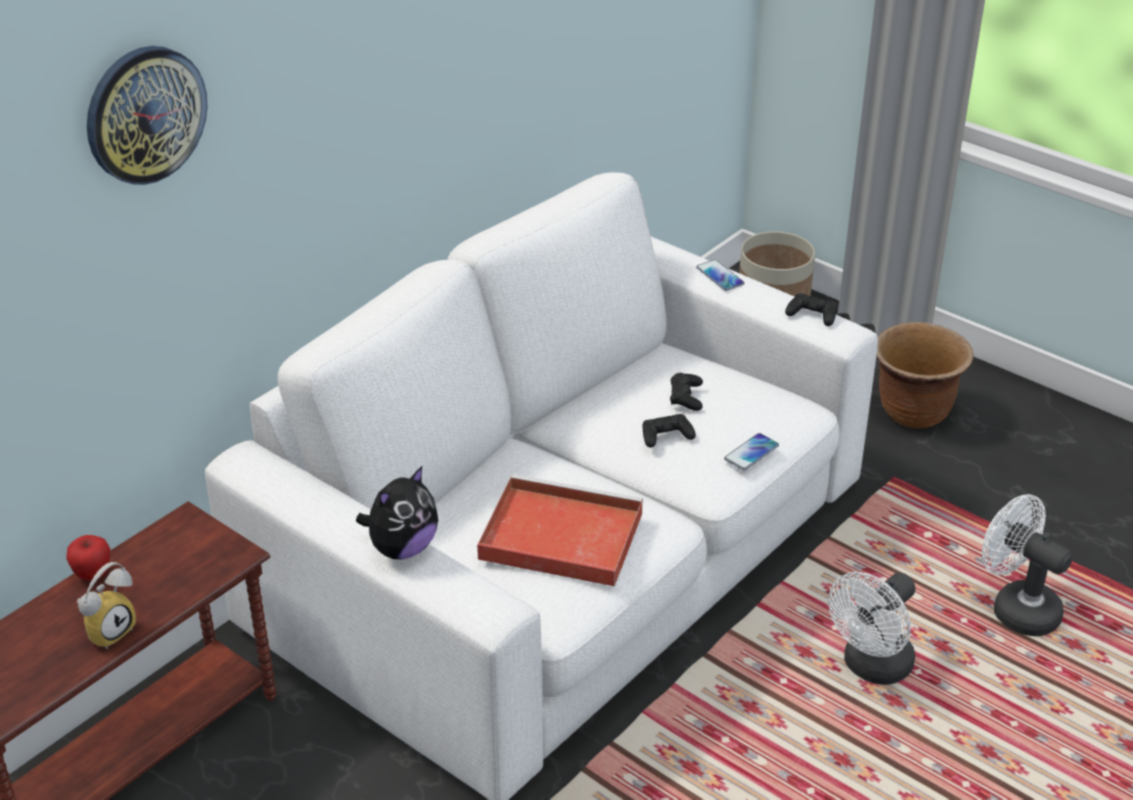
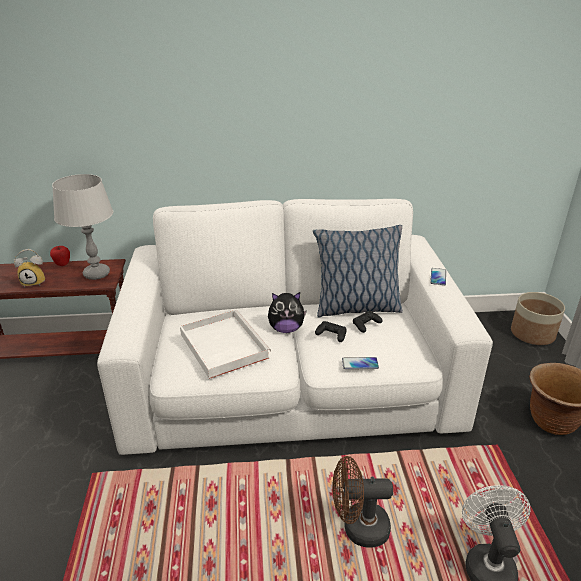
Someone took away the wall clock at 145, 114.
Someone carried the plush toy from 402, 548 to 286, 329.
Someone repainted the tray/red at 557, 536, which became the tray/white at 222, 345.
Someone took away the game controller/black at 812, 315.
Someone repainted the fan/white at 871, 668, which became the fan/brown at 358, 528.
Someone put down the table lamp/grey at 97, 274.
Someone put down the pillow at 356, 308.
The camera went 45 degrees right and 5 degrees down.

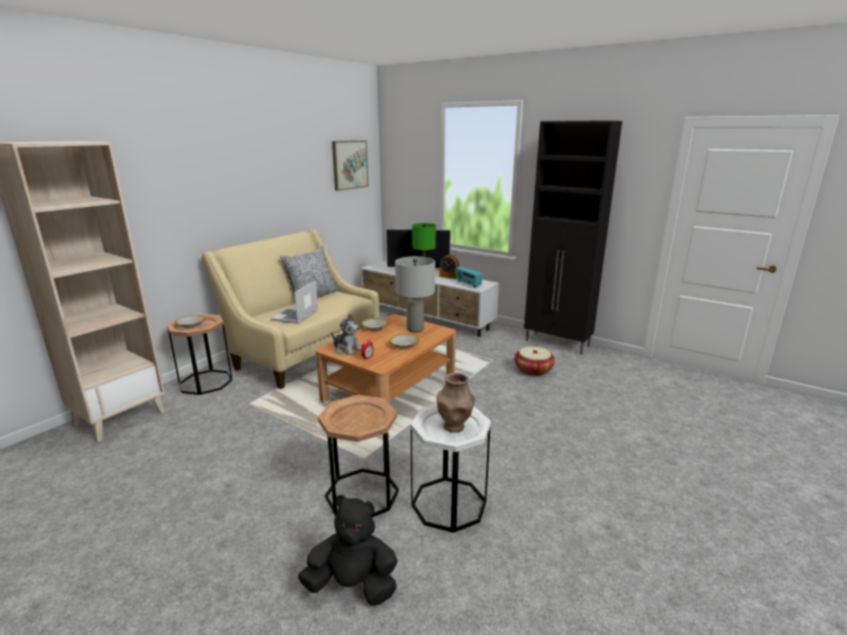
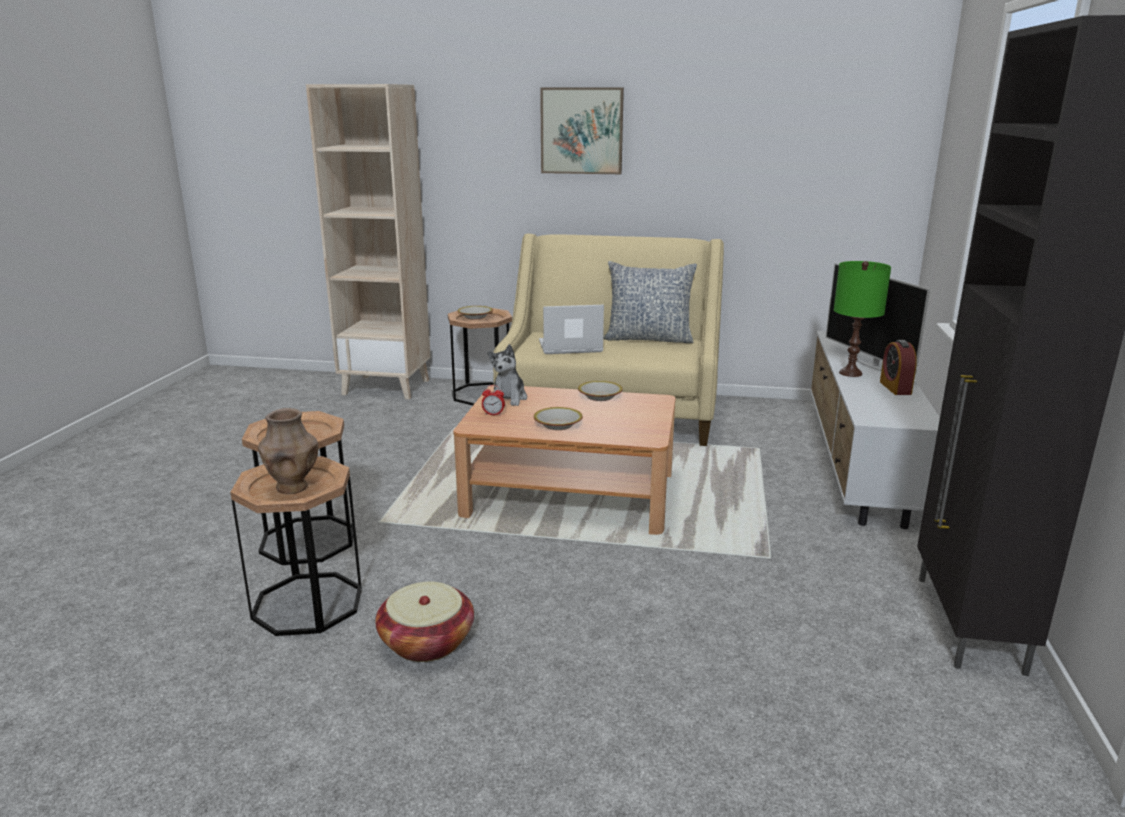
Someone took away the plush toy/black at 353, 585.
Someone carried the picture from 349, 165 to 581, 131.
Someone took away the table lamp/grey at 415, 329.
Someone repainted the side table/white at 449, 503, which became the side table/brown at 307, 603.
Someone took away the radio at 468, 284.
Someone carried the basket from 533, 370 to 427, 642.
The camera went 65 degrees right and 0 degrees up.

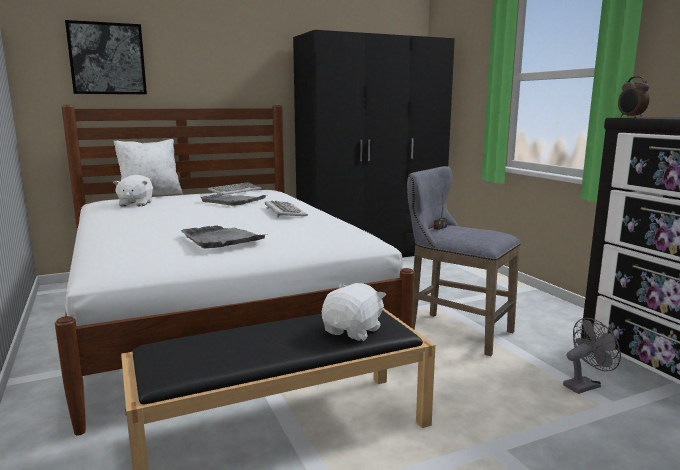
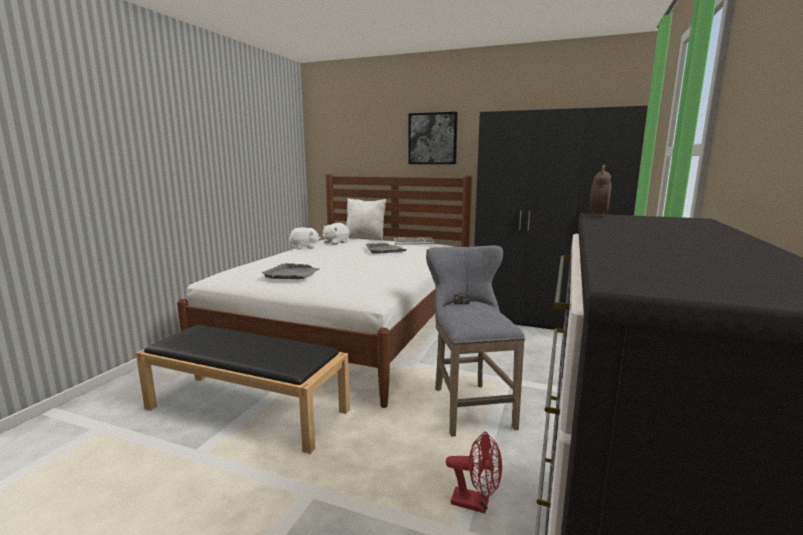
Someone carried the picture from 107, 59 to 432, 138.
Someone took away the keyboard at 284, 212.
Someone carried the plush toy/white from 353, 331 to 304, 248.
Someone repainted the fan/grey at 585, 385, which became the fan/red at 476, 503.
The camera went 45 degrees right and 0 degrees up.

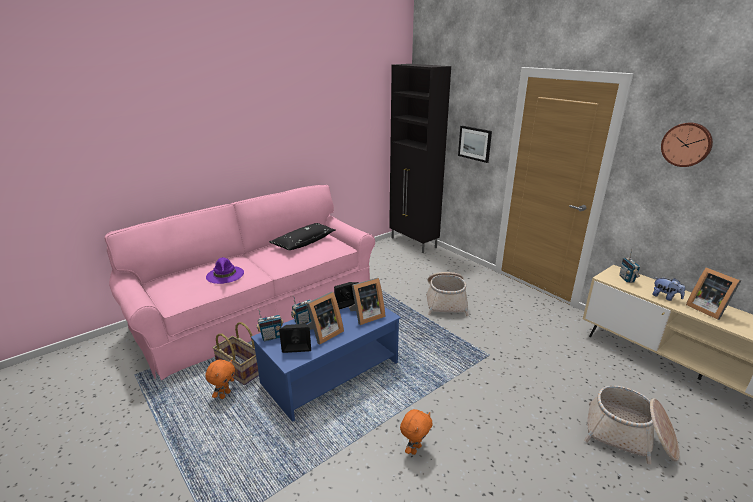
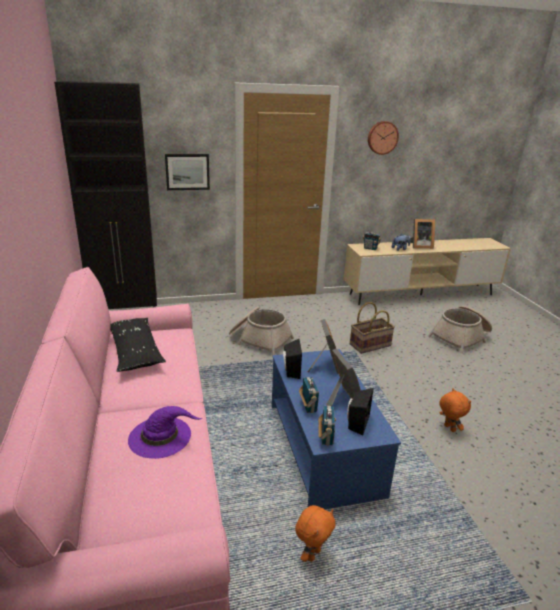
Someone rotated the plush toy/orange at 224, 394 by 75 degrees clockwise.
Someone carried the basket from 240, 370 to 370, 344.
The camera went 65 degrees left and 0 degrees up.

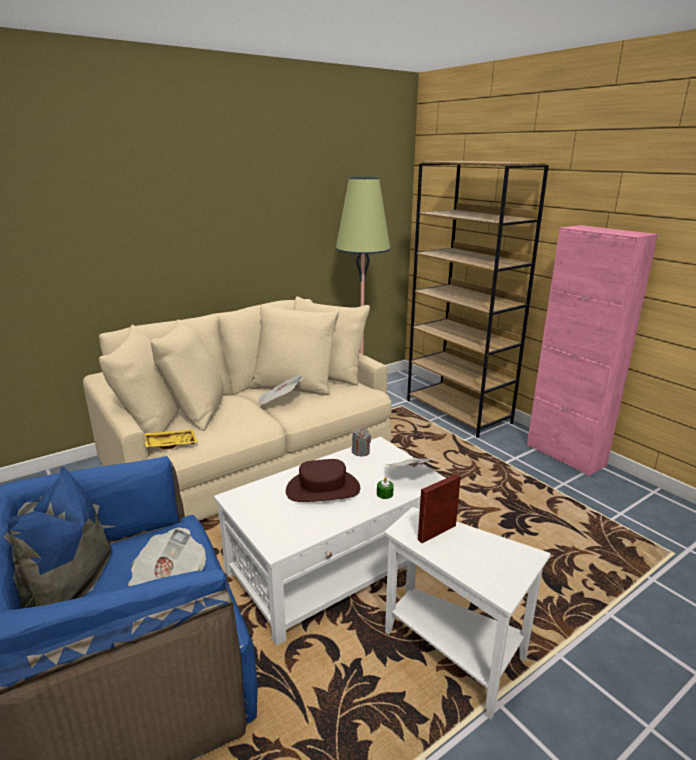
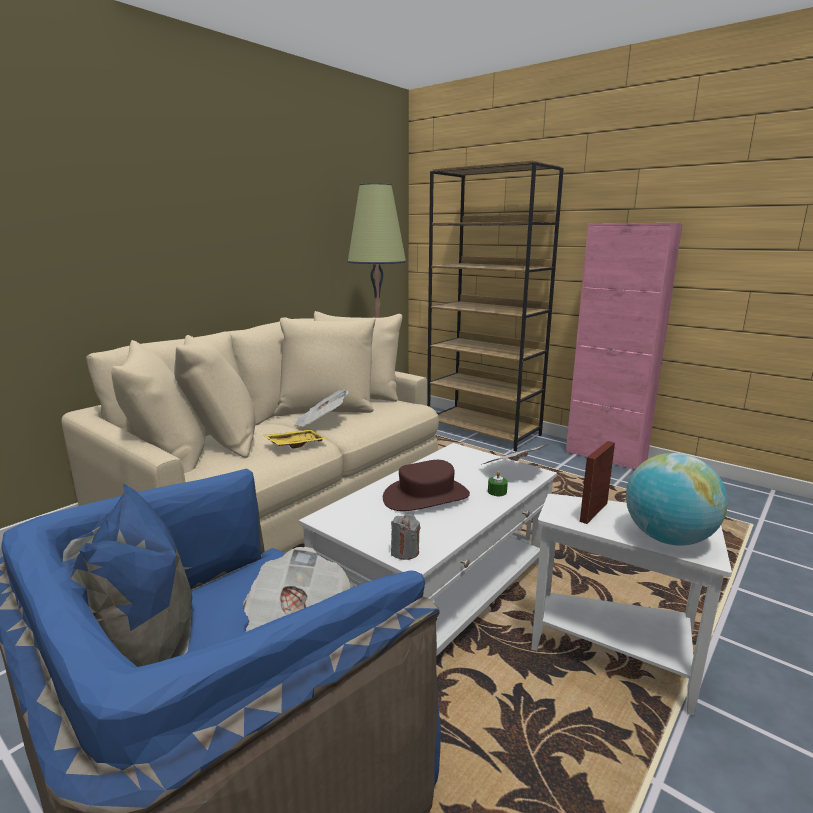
Someone carried the tray/yellow from 170, 444 to 295, 444.
Someone carried the candle/grey from 361, 452 to 405, 552.
Someone put down the globe at 668, 538.
The camera went 15 degrees left and 5 degrees down.

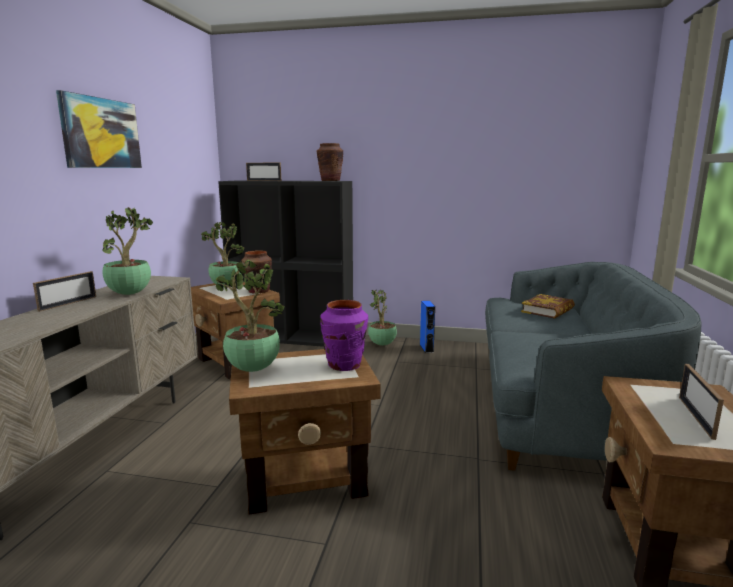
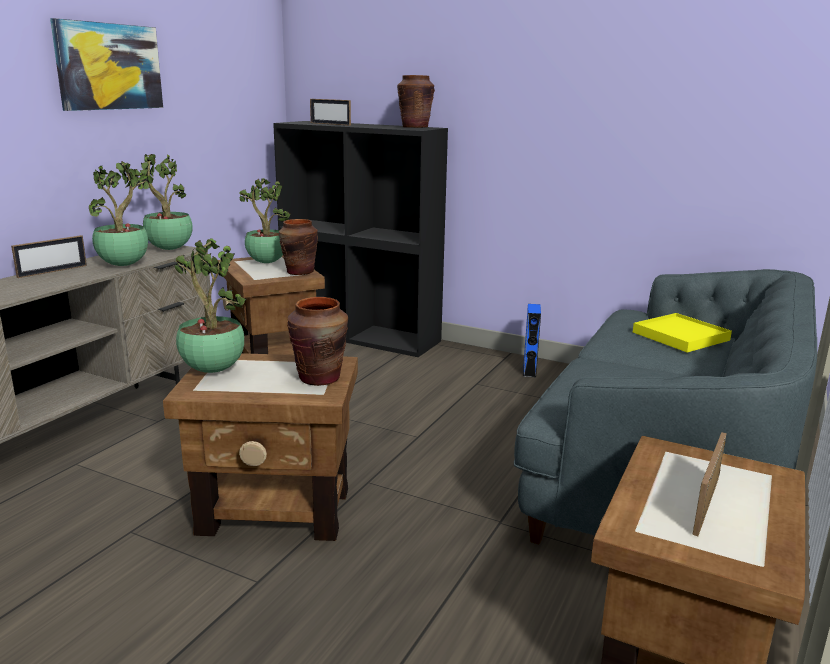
Someone repainted the vase/purple at 344, 365, which became the vase/brown at 319, 378.
Someone carried the potted plant from 382, 344 to 169, 249.
Someone swapped the book at 548, 310 for the tray/yellow at 680, 336.
The camera went 15 degrees right and 5 degrees up.

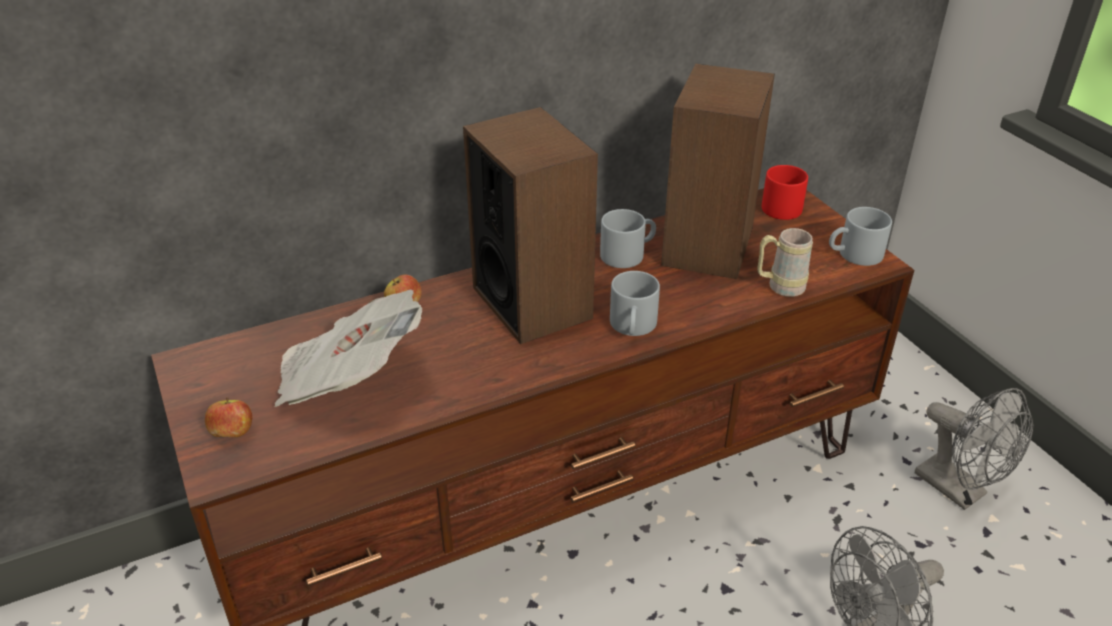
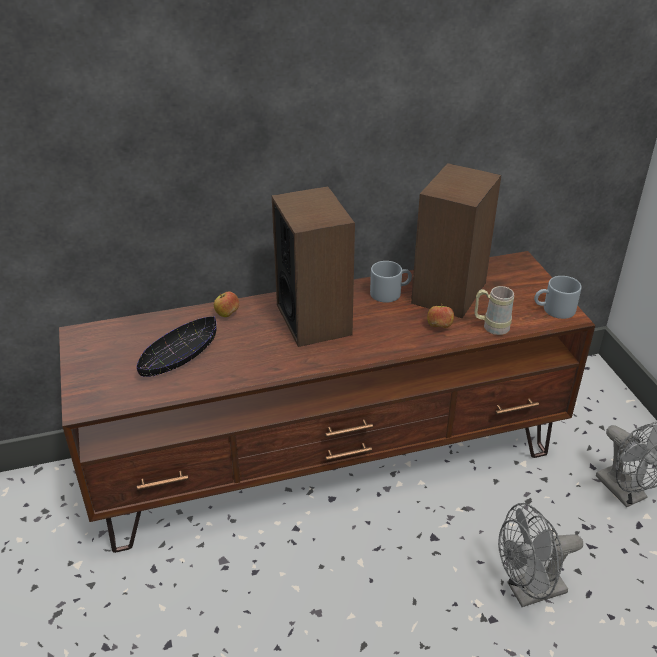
Someone carried the apple from 233, 433 to 439, 326.
Someone swapped the newspaper at 348, 379 for the bowl/black at 179, 357.
Someone took away the mug/grey at 633, 327.
Someone took away the mug/red at 780, 205.
The camera went 10 degrees right and 0 degrees up.

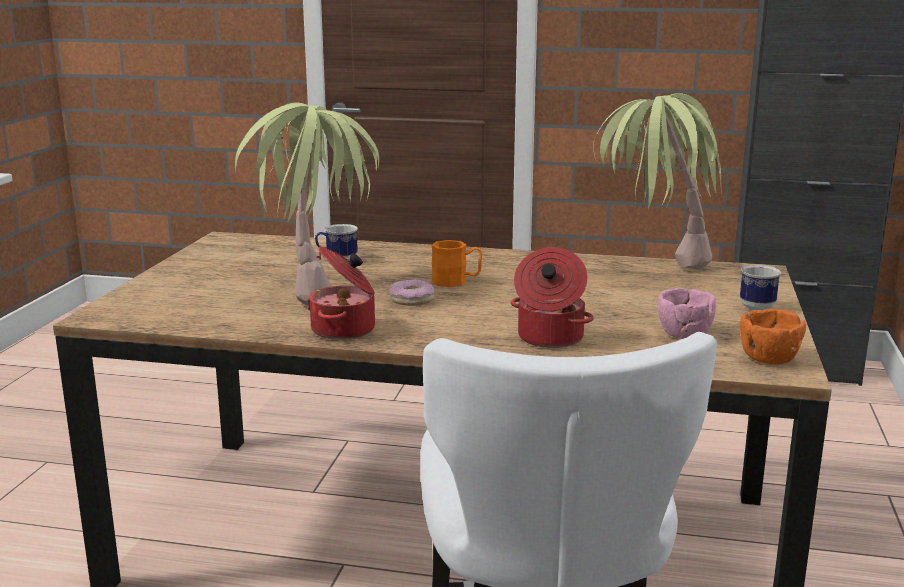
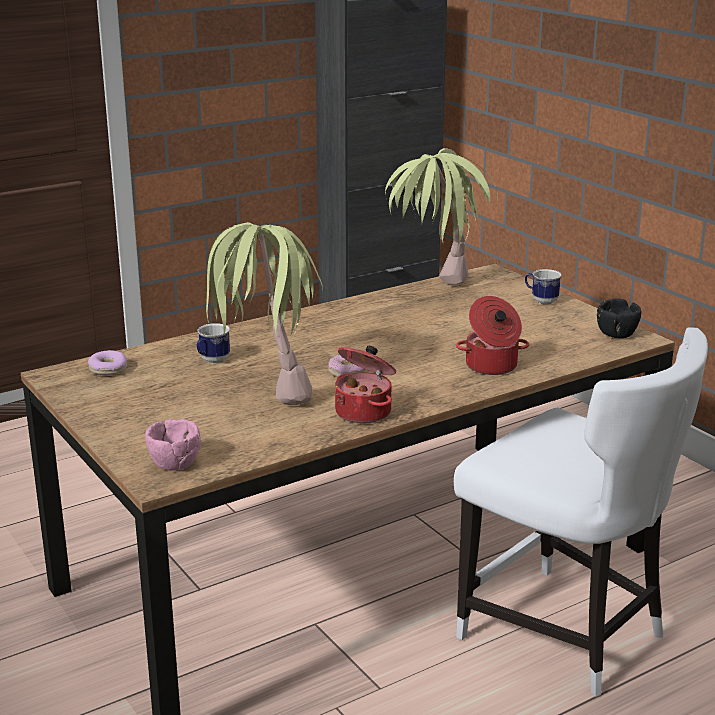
Someone took away the mug/orange at 456, 281.
Someone carried the bowl/pink from 684, 333 to 174, 463.
Someone repainted the bowl/orange at 768, 358, which became the bowl/black at 616, 334.
Someone put down the donut at 108, 369.
The camera went 45 degrees left and 5 degrees up.

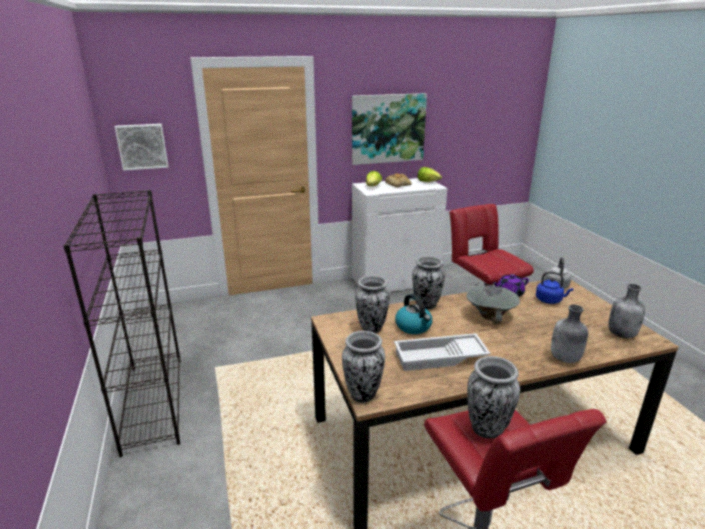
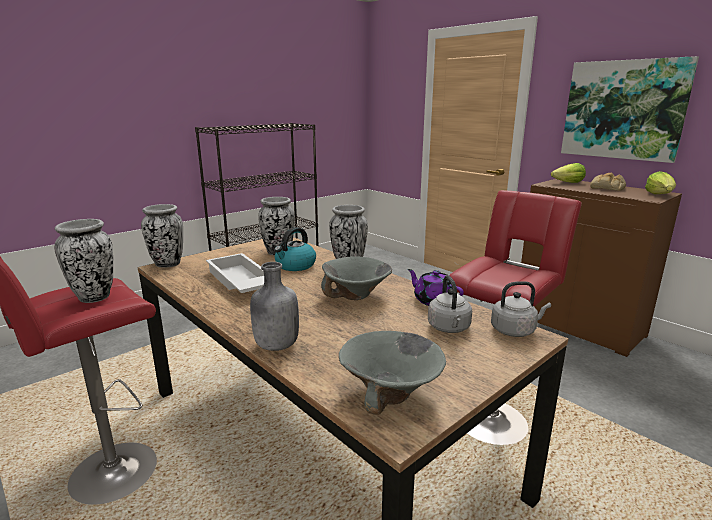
Someone took away the picture at 142, 146.
Someone repainted the cabinet/white at 395, 282, which became the cabinet/brown at 579, 326.
Someone repainted the kettle/blue at 550, 300, which became the kettle/grey at 449, 328.
Someone swapped the bottle/grey at 622, 334 for the bowl/grey at 391, 393.
The camera went 65 degrees right and 5 degrees down.

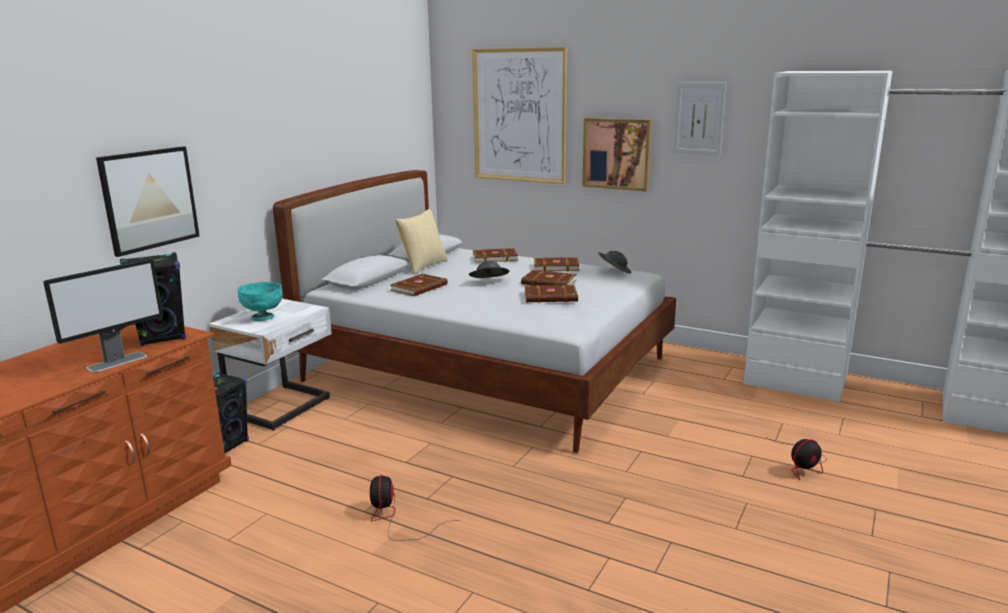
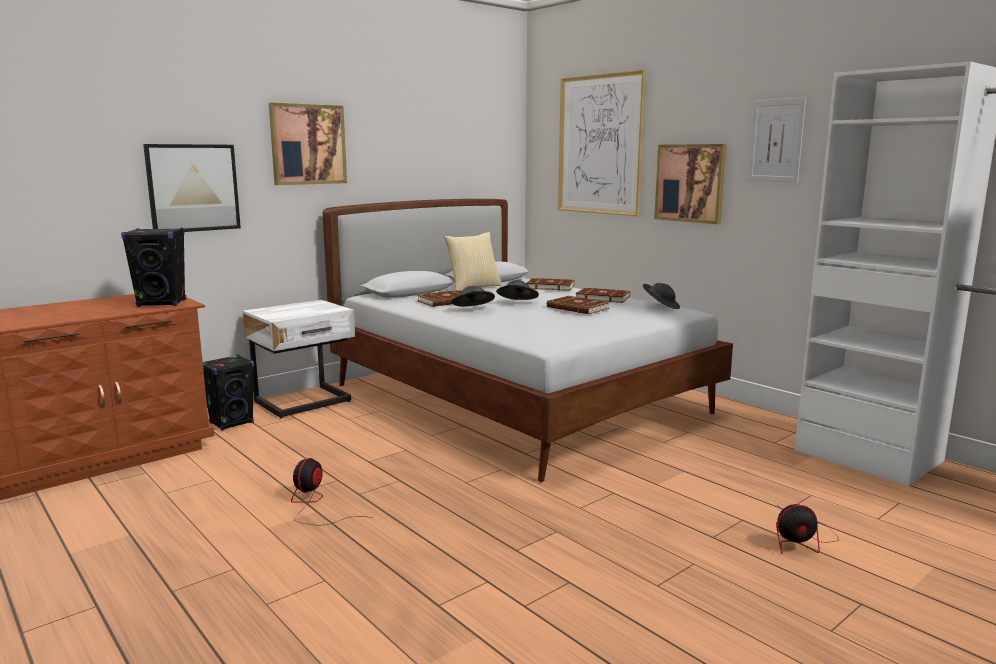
Someone took away the monitor at 118, 362.
Someone took away the bowl/turquoise at 263, 318.
Someone took away the book/brown at 551, 297.
Someone put up the picture at 308, 144.
Someone put down the hat/grey at 472, 309.
The camera went 20 degrees right and 5 degrees down.

